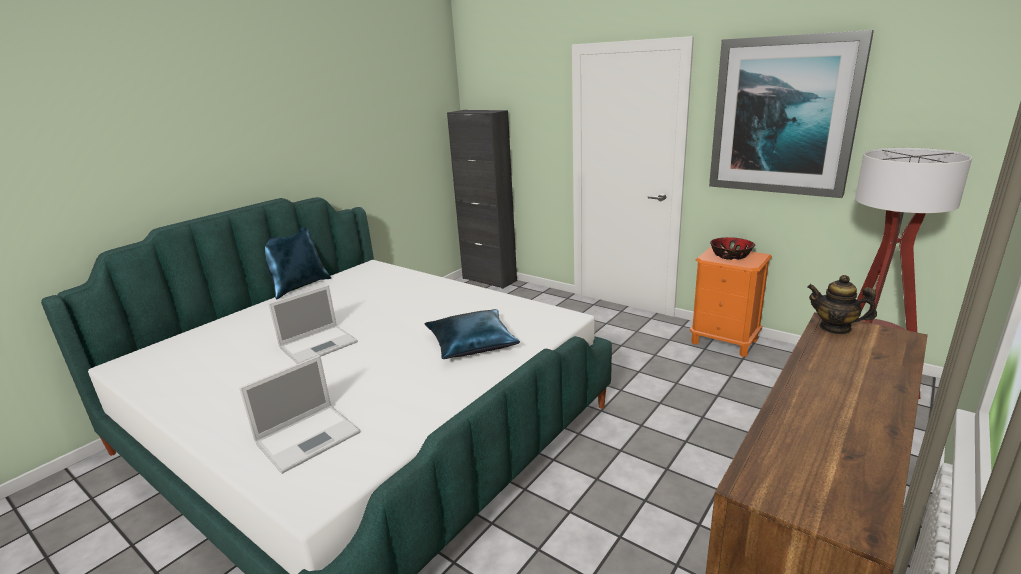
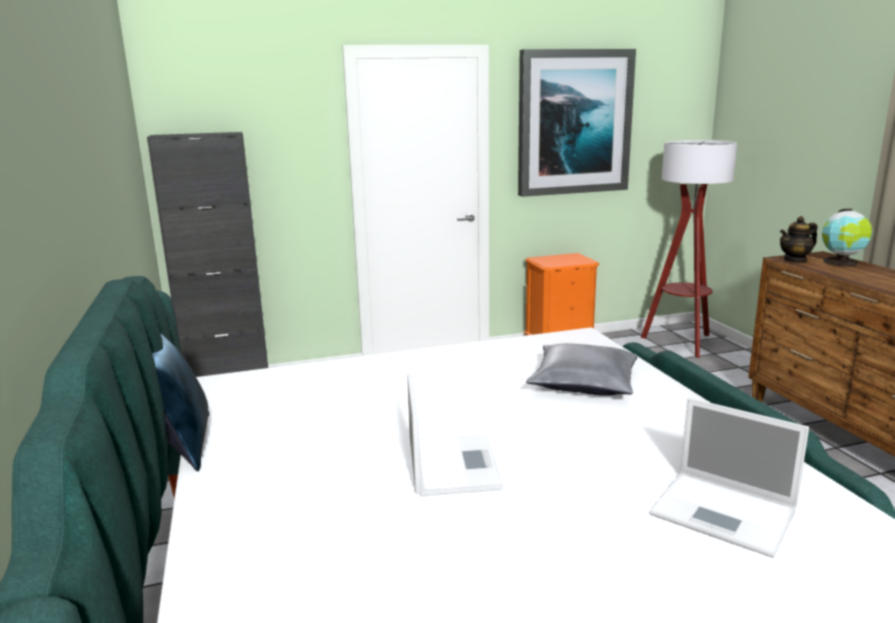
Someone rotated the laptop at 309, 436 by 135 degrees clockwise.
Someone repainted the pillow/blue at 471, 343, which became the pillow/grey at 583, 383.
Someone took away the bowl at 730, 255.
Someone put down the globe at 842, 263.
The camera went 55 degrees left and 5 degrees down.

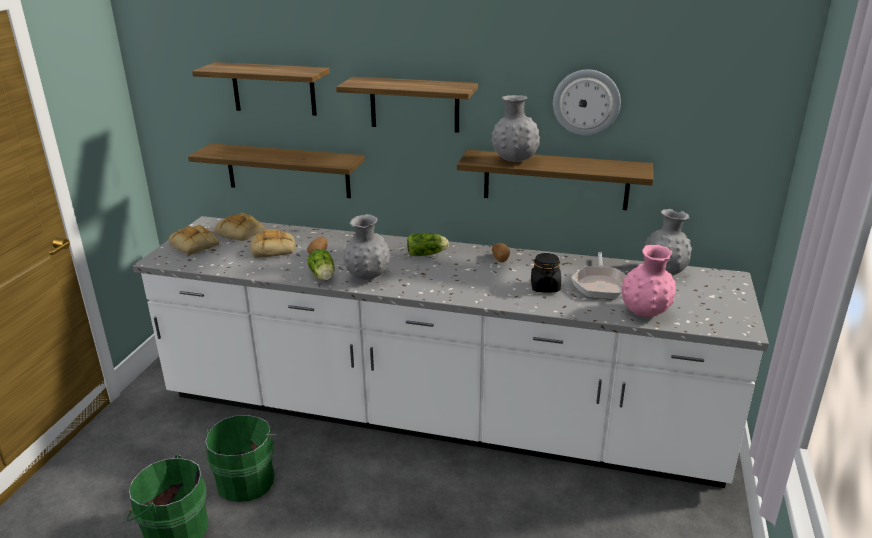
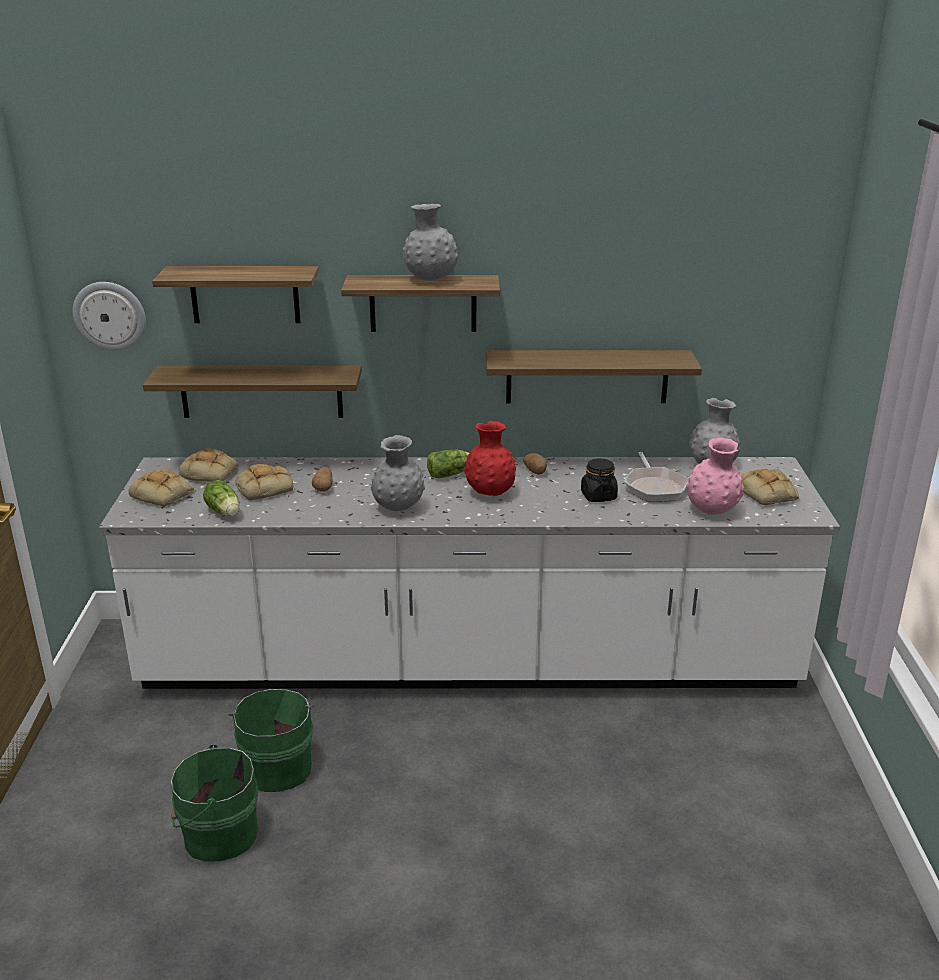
Someone carried the lettuce from 323, 276 to 224, 512.
Someone carried the vase/grey from 514, 161 to 430, 280.
Someone carried the wall clock from 586, 102 to 110, 315.
Someone put down the vase/red at 490, 493.
Someone put down the bread at 768, 494.
The camera went 15 degrees left and 0 degrees up.

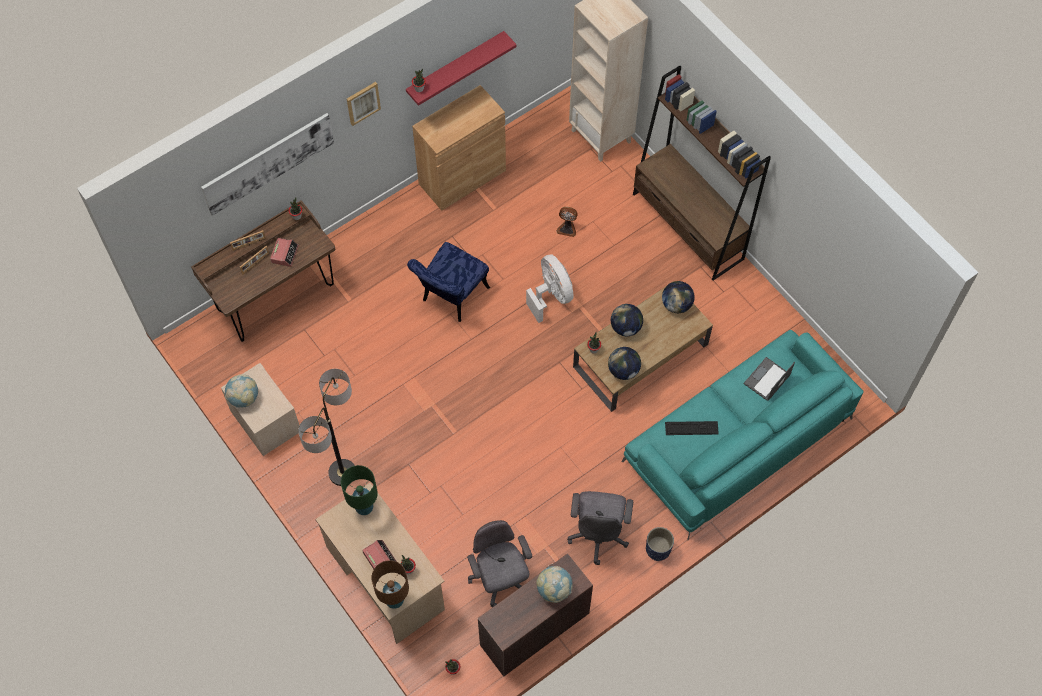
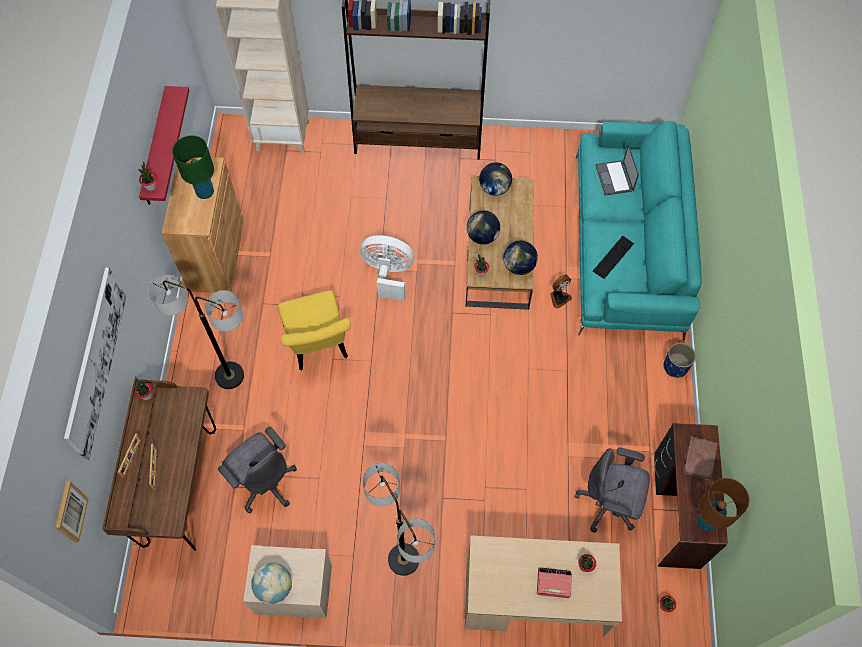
Someone took away the alarm clock at 285, 254.
Someone carried the table lamp/green from 364, 507 to 205, 192.
Someone carried the picture from 363, 103 to 70, 512.
Someone carried the table lamp/brown from 394, 600 to 706, 521.
Someone repainted the chair/blue at 451, 297, which became the chair/yellow at 318, 347.
Someone swapped the globe at 554, 589 for the book/brown at 699, 458.
Someone carried the fan from 567, 228 to 559, 297.
Someone carried the office chair/grey from 598, 534 to 265, 482.
Someone put down the floor lamp at 229, 376.
The camera went 50 degrees left and 0 degrees up.

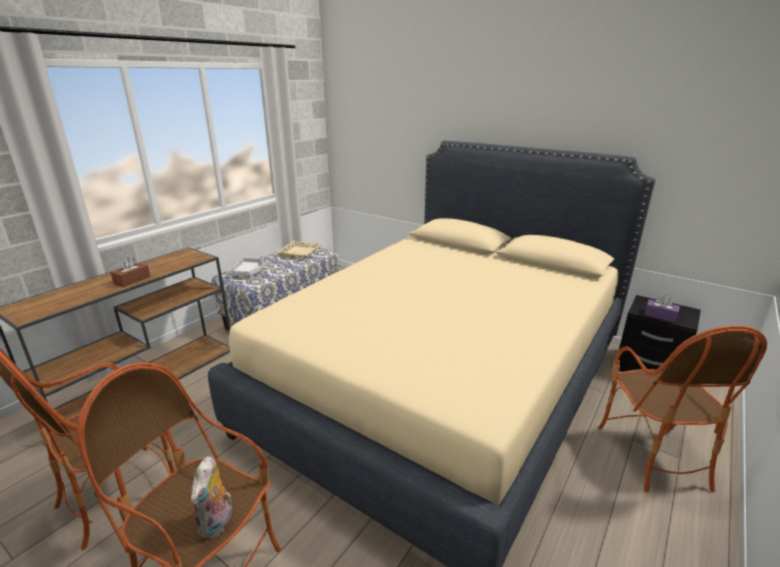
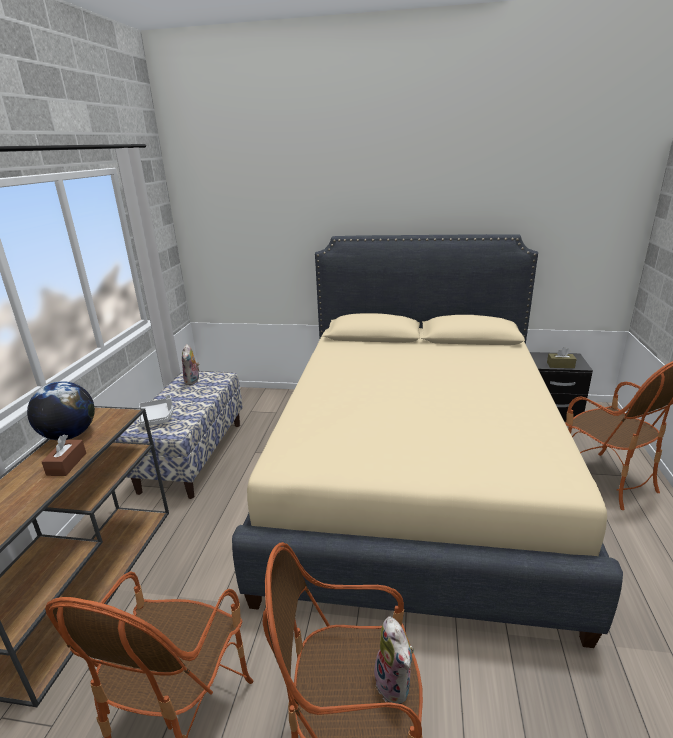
Someone swapped the tray/beige at 299, 252 for the plush toy at 193, 381.
Someone repainted the tissue box/purple at 660, 316, which became the tissue box/brown at 560, 365.
Someone put down the globe at 69, 435.
The camera went 25 degrees left and 0 degrees up.

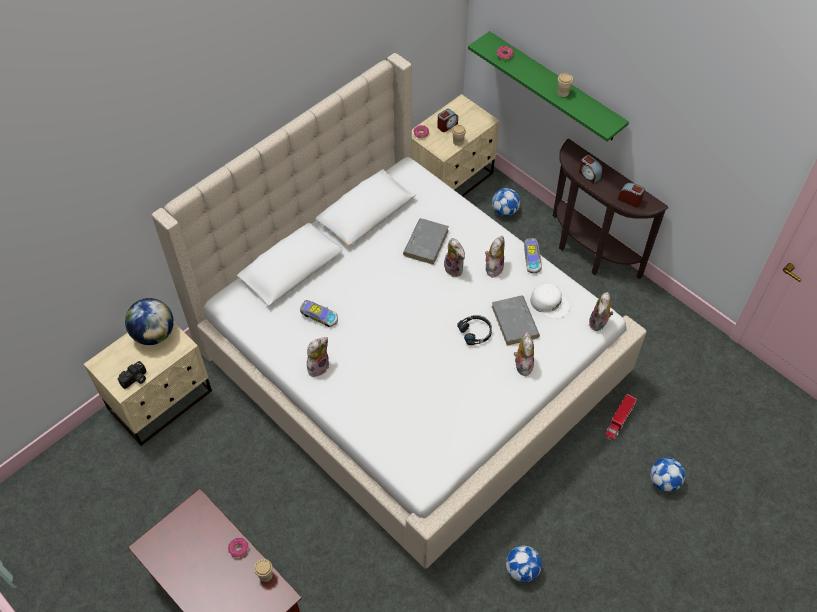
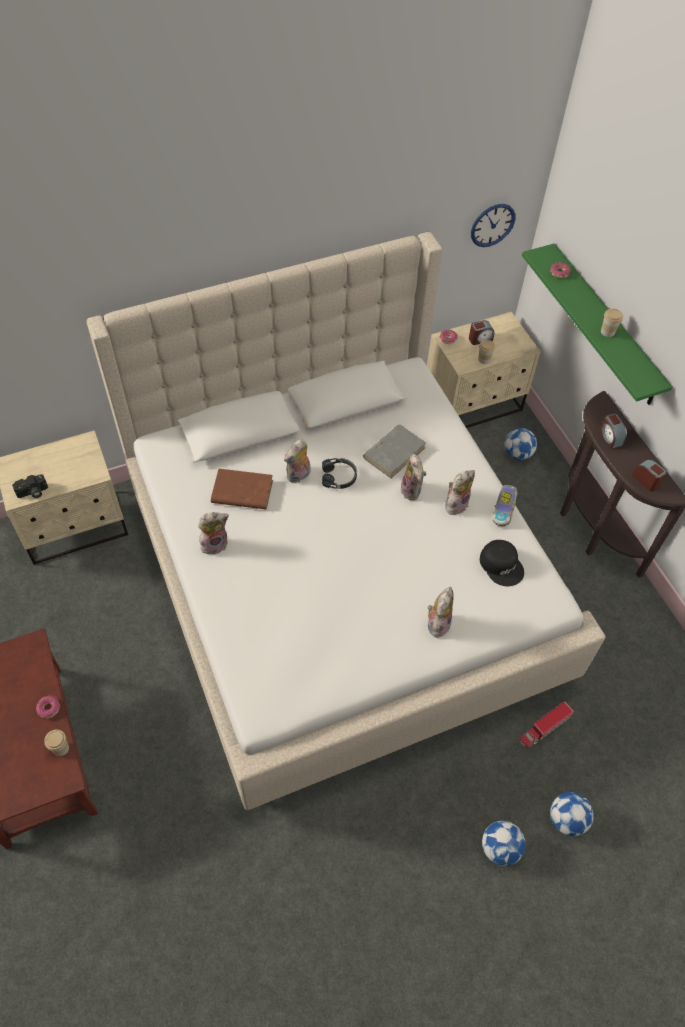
Someone took away the globe at 154, 334.
Someone swapped the toy car at 318, 317 for the book/brown at 241, 492.
Someone carried the headphones/black from 476, 332 to 339, 477.
Someone took away the book/grey at 515, 322.
Someone carried the football from 522, 570 to 499, 848.
Someone repainted the cap/white at 550, 303, which became the cap/black at 502, 565.
Someone carried the plush toy from 599, 323 to 299, 476.
Someone put up the wall clock at 492, 225.
The camera went 20 degrees right and 0 degrees up.

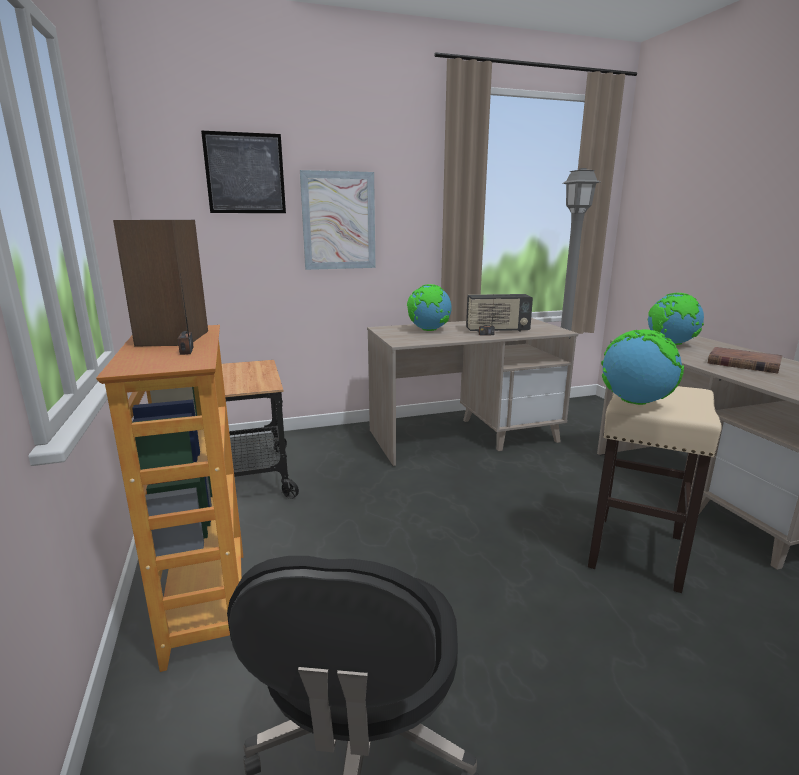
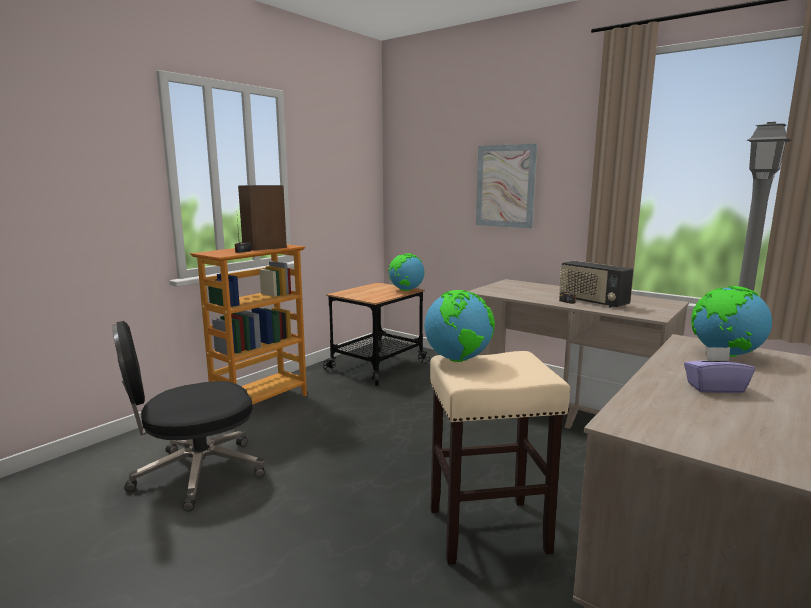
Someone took away the picture at 245, 173.
Someone carried the globe from 428, 330 to 406, 290.
Someone swapped the book/brown at 742, 364 for the tissue box/purple at 714, 388.
The camera went 55 degrees right and 5 degrees down.

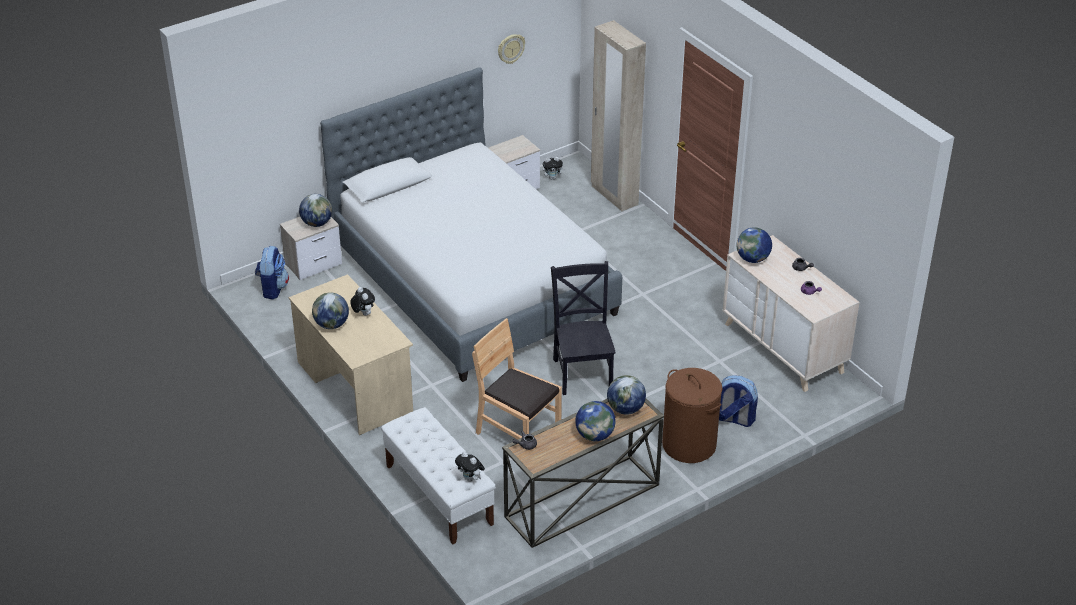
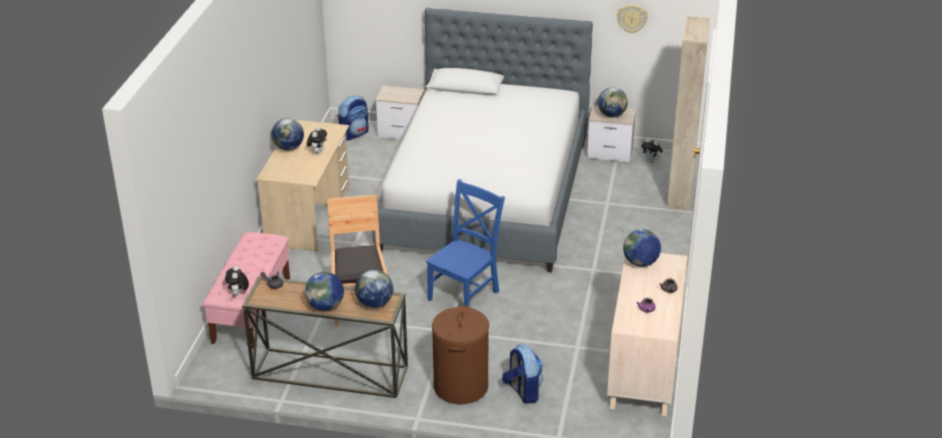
Someone carried the globe from 317, 223 to 612, 115.
Someone repainted the bench/white at 438, 494, which became the bench/pink at 251, 309.
Someone repainted the chair/black at 583, 372, which became the chair/blue at 465, 294.
The camera went 45 degrees right and 5 degrees down.

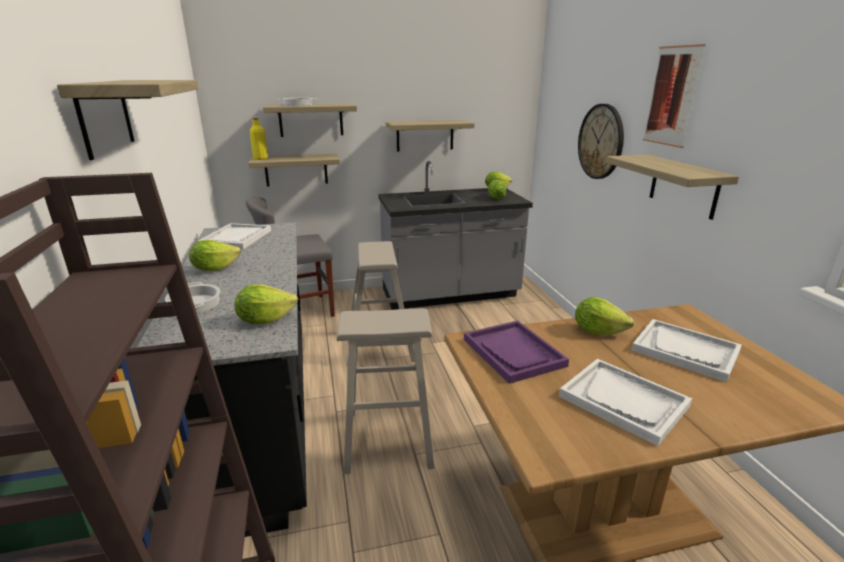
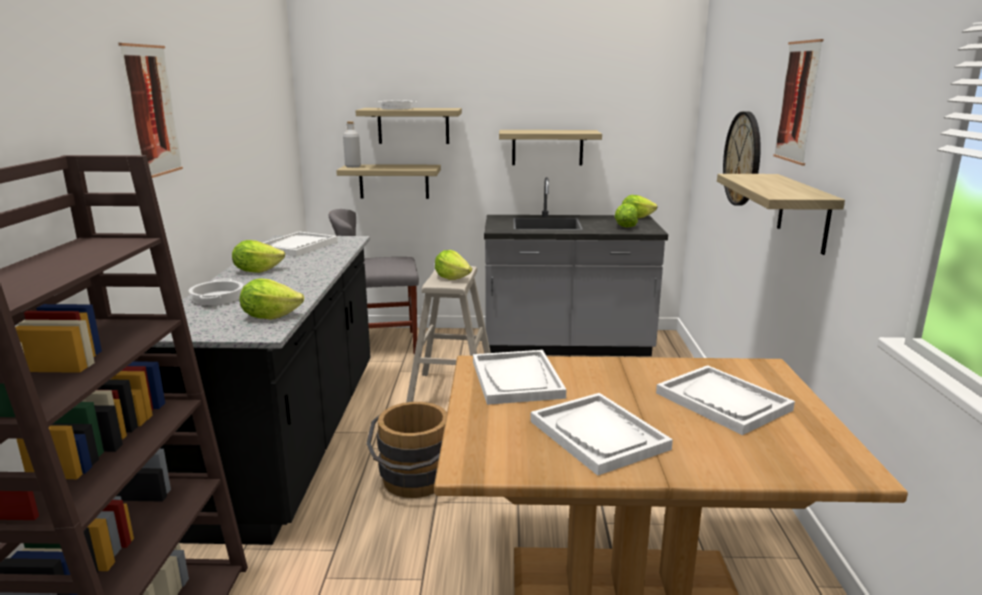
Someone swapped the shelf at 105, 116 for the picture at 151, 111.
Someone repainted the bottle/yellow at 260, 158, which became the bottle/grey at 353, 166.
Someone swapped the stool/beige at 388, 439 for the bucket/brown at 414, 482.
Someone repainted the tray/purple at 513, 352, which became the tray/white at 517, 379.
Someone carried the lettuce from 598, 331 to 452, 278.
The camera went 15 degrees right and 5 degrees down.

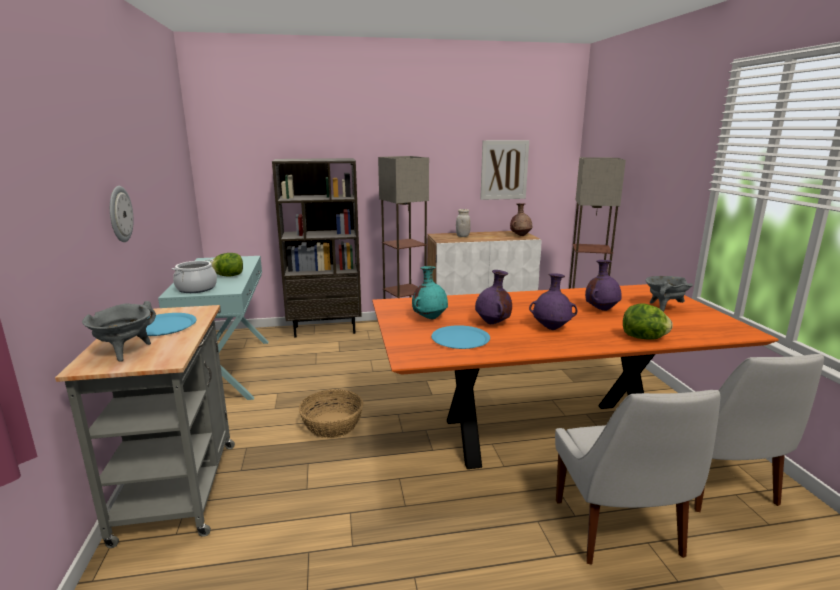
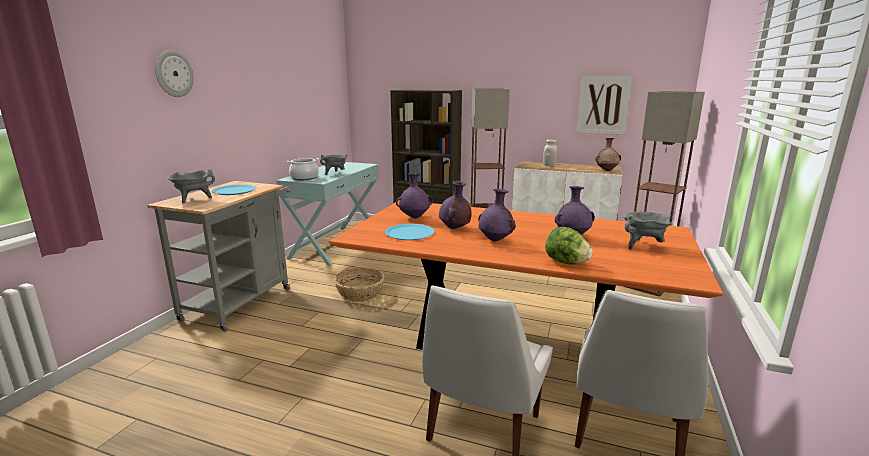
Someone carried the wall clock from 119, 214 to 173, 74.
Someone swapped the lettuce at 228, 276 for the cooking pot/grey at 335, 173.
Someone repainted the vase/turquoise at 430, 318, which became the vase/purple at 415, 217.
The camera went 30 degrees right and 0 degrees up.

